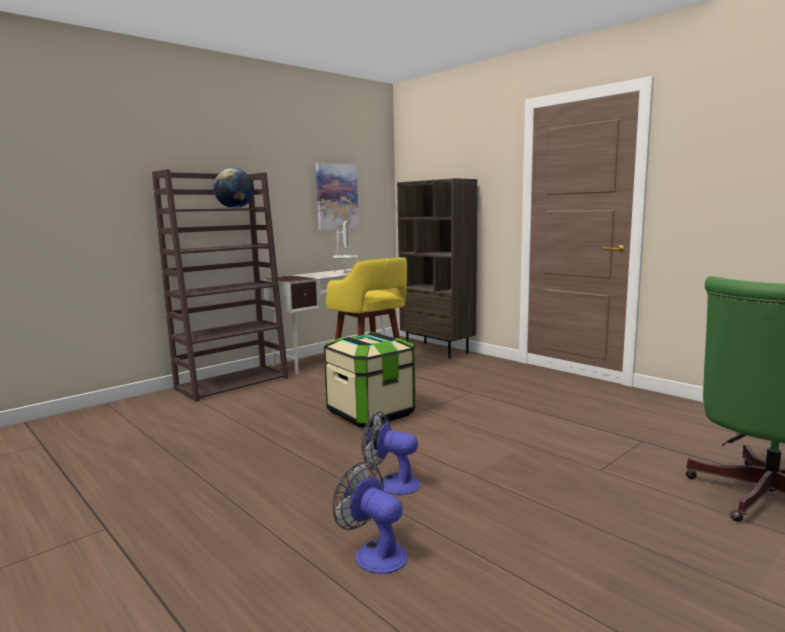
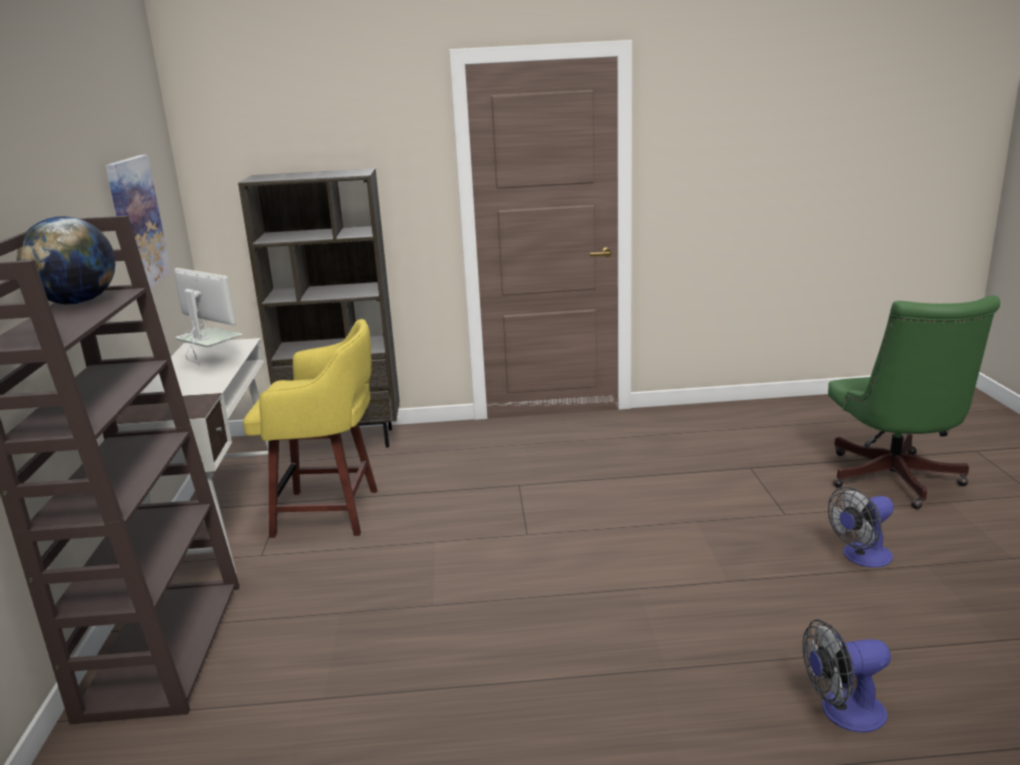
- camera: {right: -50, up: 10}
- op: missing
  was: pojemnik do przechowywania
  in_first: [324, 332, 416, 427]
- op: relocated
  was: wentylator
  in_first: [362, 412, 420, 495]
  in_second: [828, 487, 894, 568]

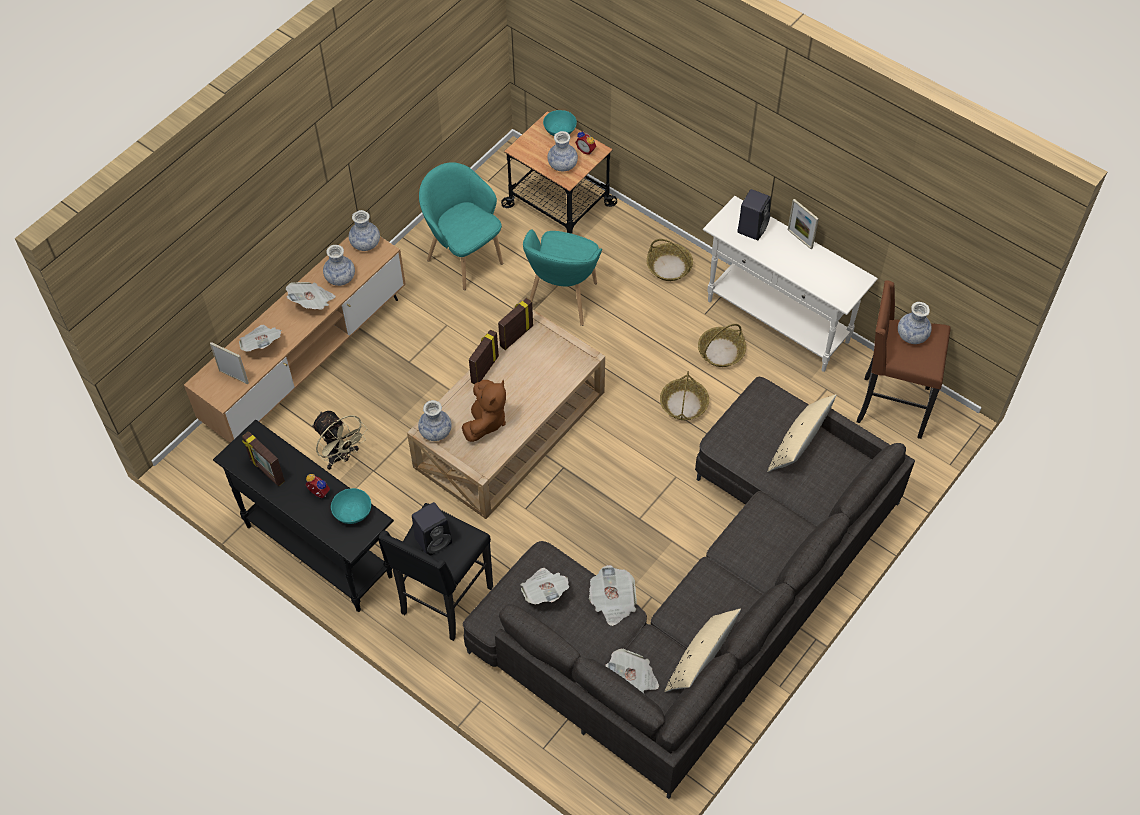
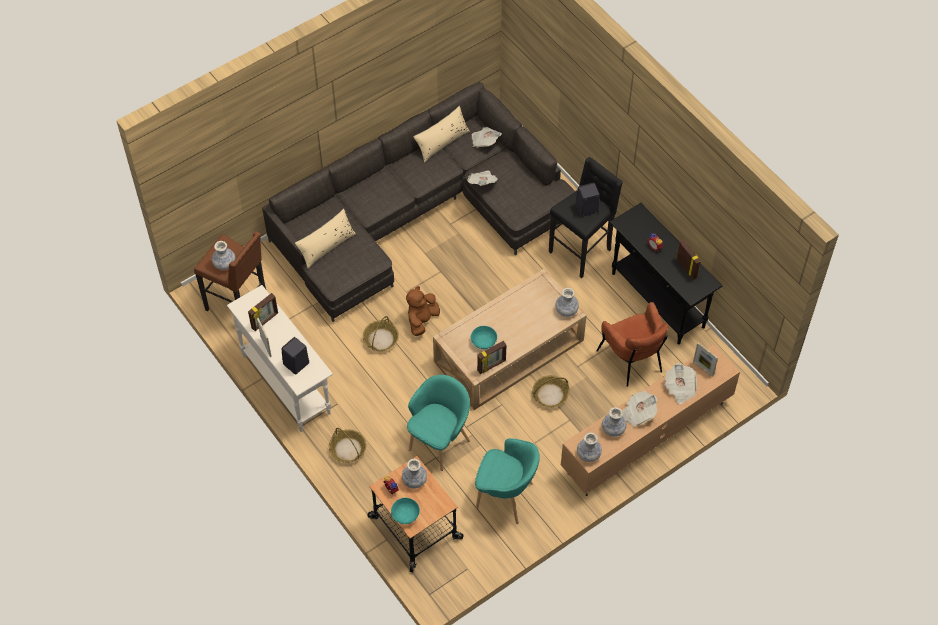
- camera: {right: -165, up: 0}
- op: missing
  was: gazeta
  in_first: [520, 568, 569, 604]
- op: relocated
  was: miska (turkusowy)
  in_first: [331, 488, 371, 524]
  in_second: [471, 326, 497, 349]
- op: relocated
  was: pluszak (brązowy)
  in_first: [462, 380, 506, 442]
  in_second: [406, 286, 440, 336]
- op: relocated
  was: ramka na zdjęcie
  in_first: [469, 329, 499, 385]
  in_second: [248, 293, 278, 331]
- op: relocated
  was: koszyk
  in_first: [698, 324, 746, 367]
  in_second: [532, 375, 569, 407]
- op: exchanged
  was: wentylator (beżowy)
  now: fotel (brązowy)
  in_first: [312, 411, 367, 470]
  in_second: [596, 302, 668, 387]
- op: spun
  was: fotel (turkusowy)
  in_first: [419, 162, 503, 290]
  in_second: [475, 438, 540, 524]
  clockwise: -45

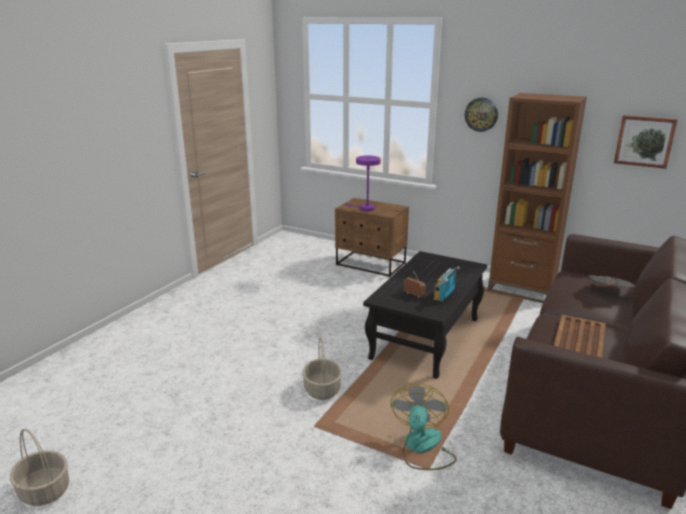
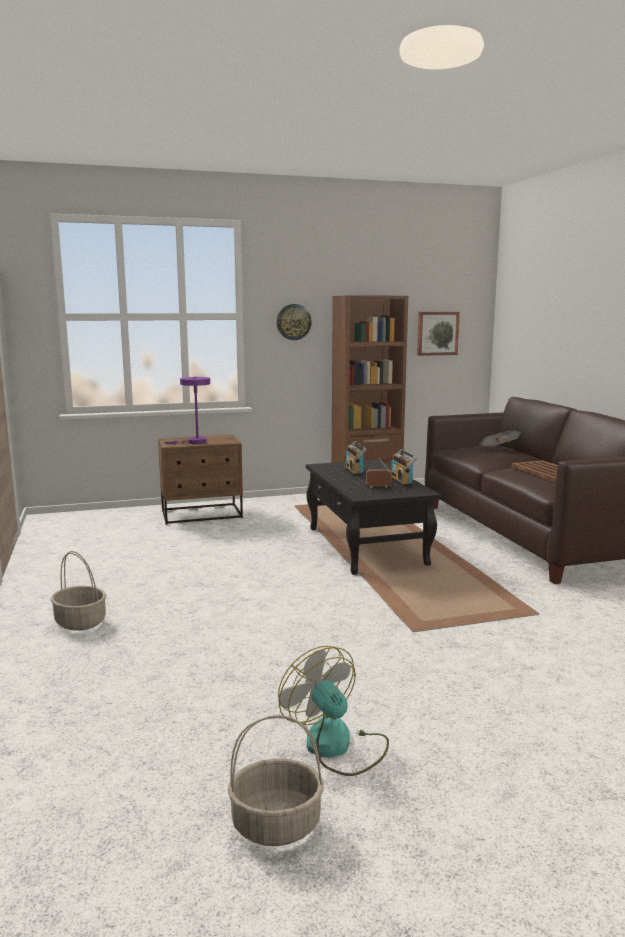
- camera: {right: -45, up: -10}
- op: appeared
  now: radio
  in_second: [345, 441, 367, 476]
- op: relocated
  was: koszyk
  in_first: [302, 337, 342, 400]
  in_second: [51, 551, 106, 631]
- op: relocated
  was: wentylator
  in_first: [391, 383, 457, 470]
  in_second: [278, 646, 389, 776]

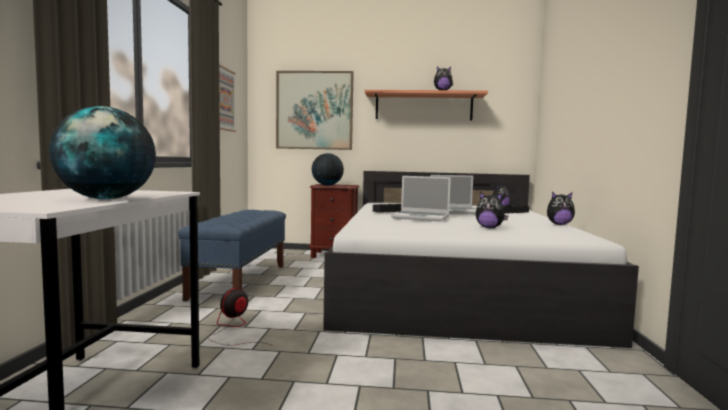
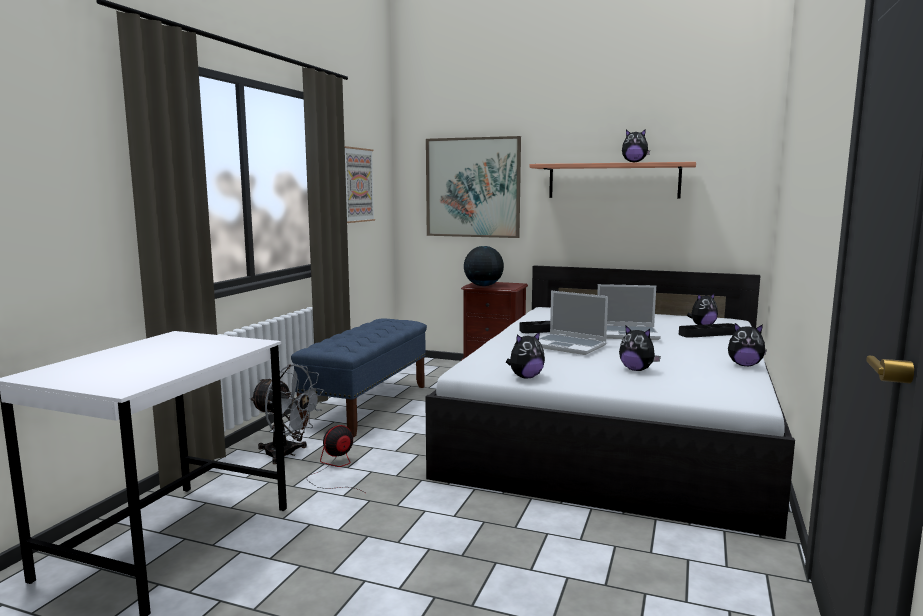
- camera: {right: 15, up: 5}
- op: missing
  was: globus
  in_first: [49, 106, 156, 199]
- op: appeared
  now: wentylator (szary)
  in_second: [250, 364, 324, 464]
- op: appeared
  now: pluszak
  in_second: [506, 332, 545, 378]

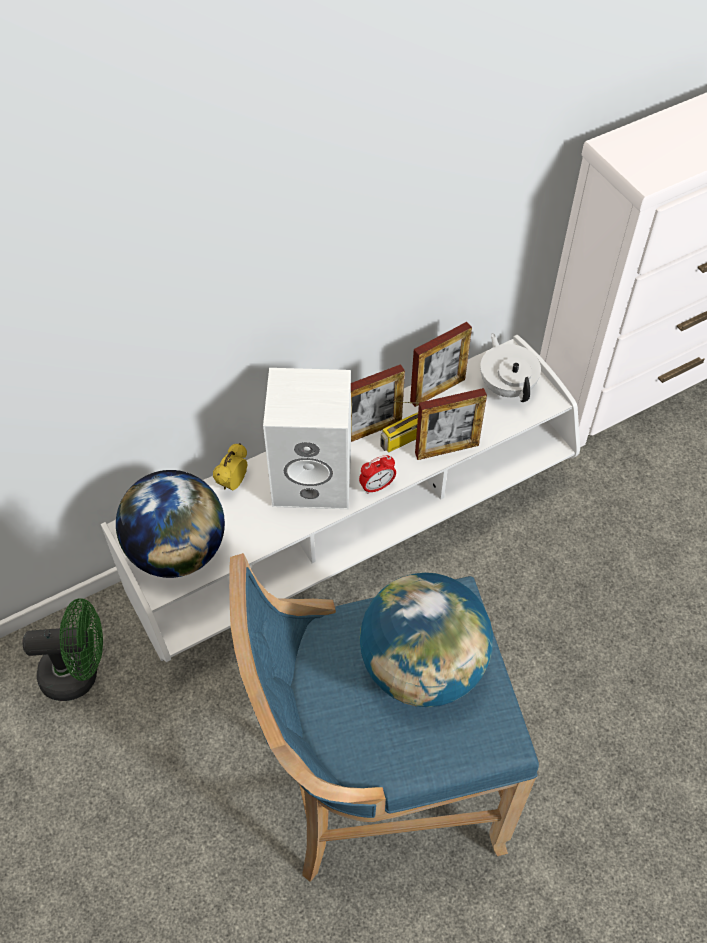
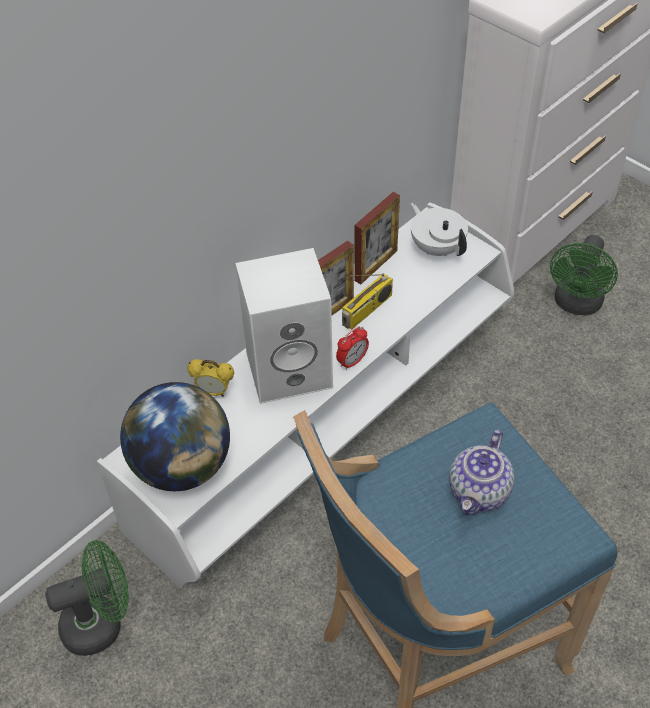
- camera: {right: -15, up: -5}
- op: missing
  was: ramka na zdjęcie
  in_first: [415, 388, 487, 460]
- op: appeared
  now: wentylator (zielony)
  in_second: [550, 235, 618, 315]
- op: exchanged
  was: globus
  now: imbryk
  in_first: [360, 573, 493, 707]
  in_second: [449, 429, 514, 515]
- op: spun
  was: budzik
  in_first: [213, 443, 248, 491]
  in_second: [187, 359, 234, 397]
  clockwise: -90

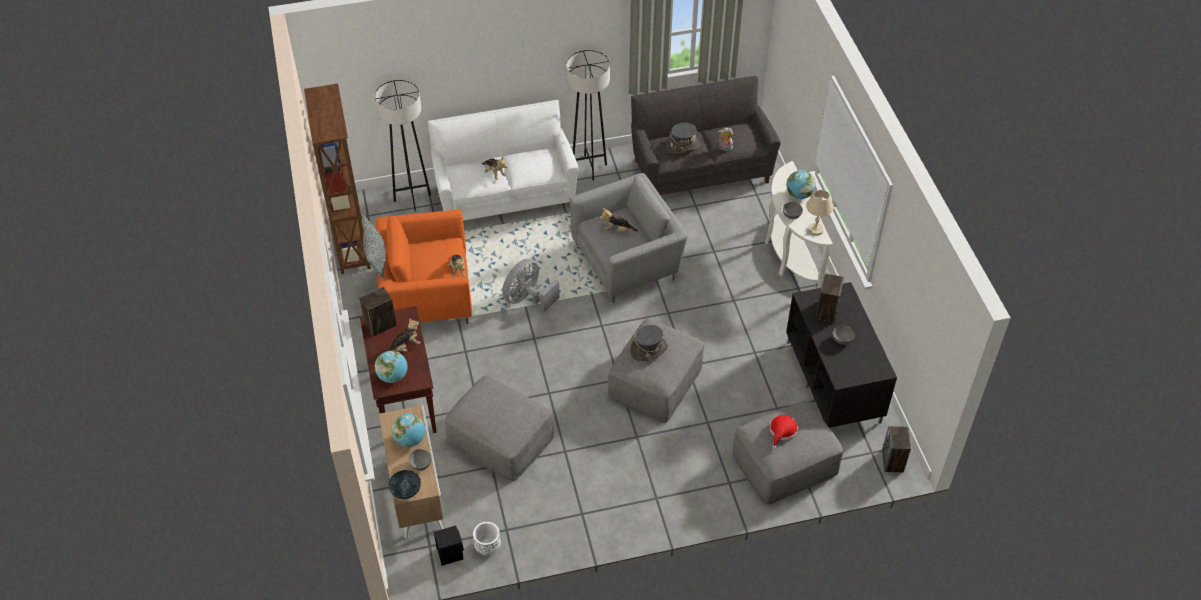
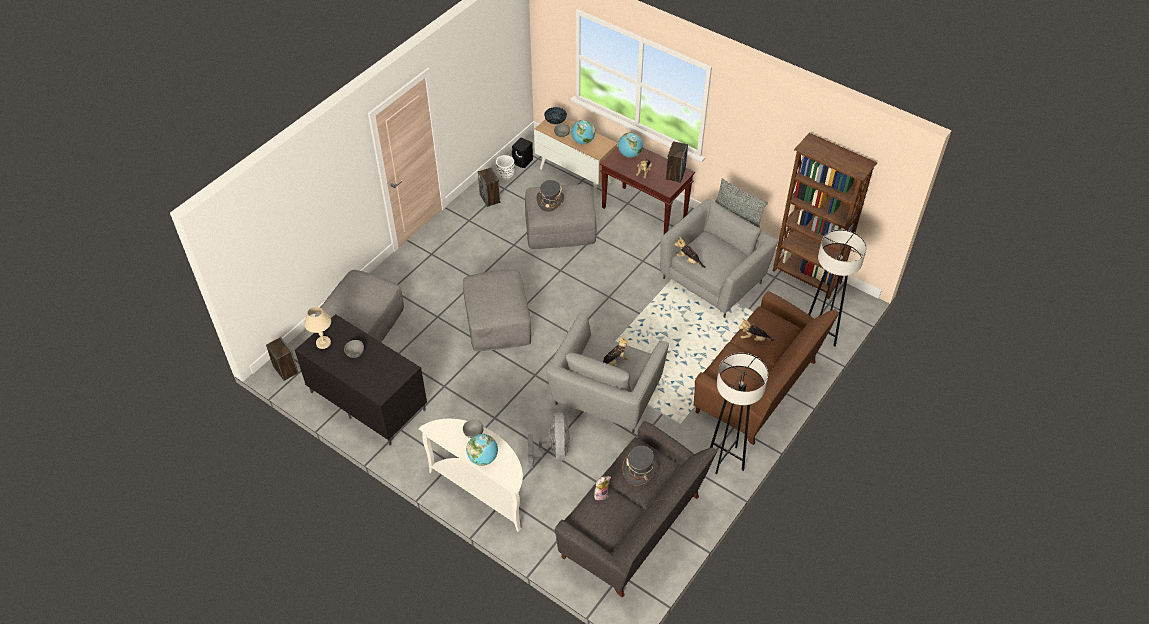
- camera: {right: 140, up: 0}
- op: missing
  was: kapelusz (czerwony)
  in_first: [770, 415, 798, 450]
- op: relocated
  was: wentylator (szary)
  in_first: [502, 259, 560, 312]
  in_second: [528, 412, 570, 468]
- op: relocated
  was: kapelusz (szary)
  in_first: [630, 325, 668, 362]
  in_second: [537, 180, 564, 212]
- op: relocated
  was: lampa stołowa (beżowy)
  in_first: [806, 190, 834, 236]
  in_second: [304, 306, 331, 349]
- op: relocated
  was: głośnik
  in_first: [816, 273, 844, 323]
  in_second: [478, 168, 500, 207]
- op: colour
  was: fotel (pomarańczowy)
  now: fotel (szary)
  in_first: [376, 209, 472, 324]
  in_second: [660, 199, 778, 318]
- op: colour
  was: kanapa (biały)
  now: kanapa (brązowy)
  in_first: [428, 100, 579, 221]
  in_second: [694, 291, 839, 445]

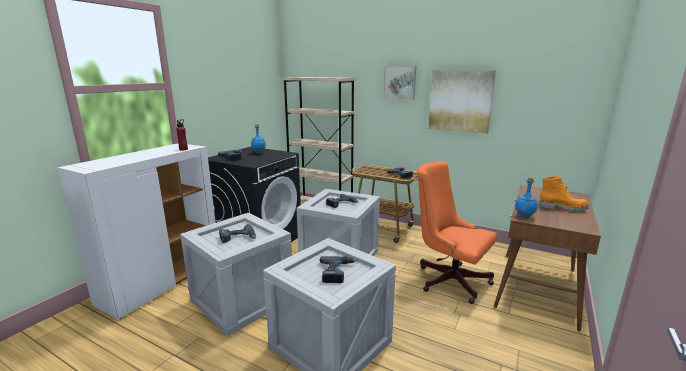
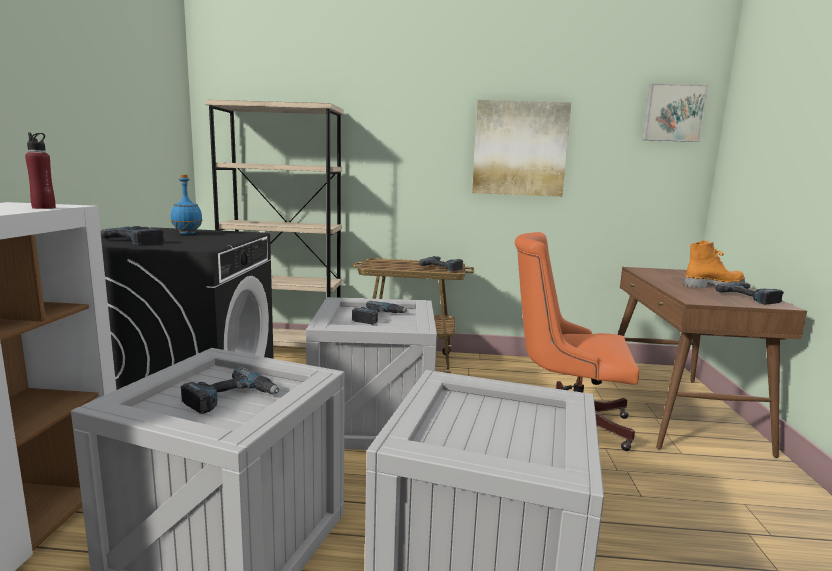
- camera: {right: -25, up: -5}
- op: missing
  was: butelka (niebieski)
  in_first: [515, 177, 538, 218]
- op: relocated
  was: wiertarka
  in_first: [320, 256, 357, 283]
  in_second: [715, 282, 784, 304]
- op: relocated
  was: obraz
  in_first: [383, 66, 416, 100]
  in_second: [642, 83, 708, 142]

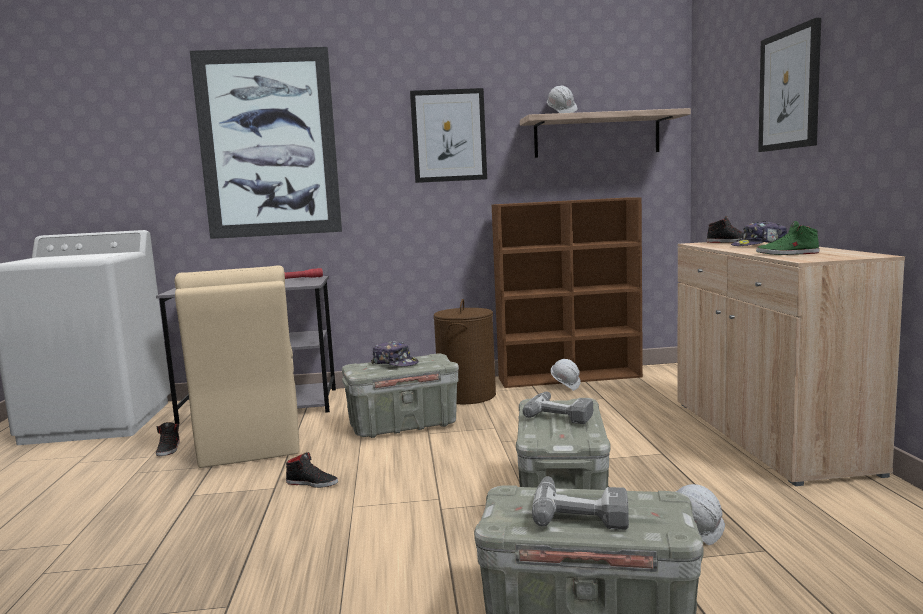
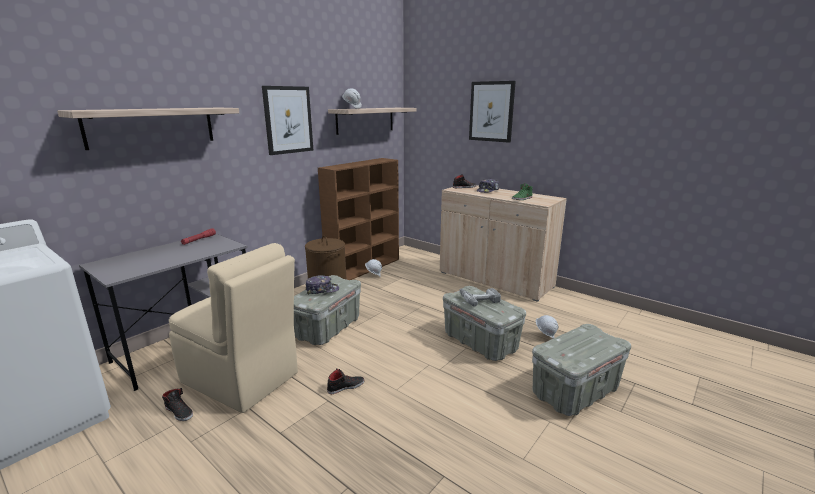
- camera: {right: -45, up: 10}
- op: missing
  was: wiertarka
  in_first: [532, 476, 629, 530]
- op: exchanged
  was: obraz
  now: półka
  in_first: [190, 47, 342, 239]
  in_second: [57, 108, 239, 150]

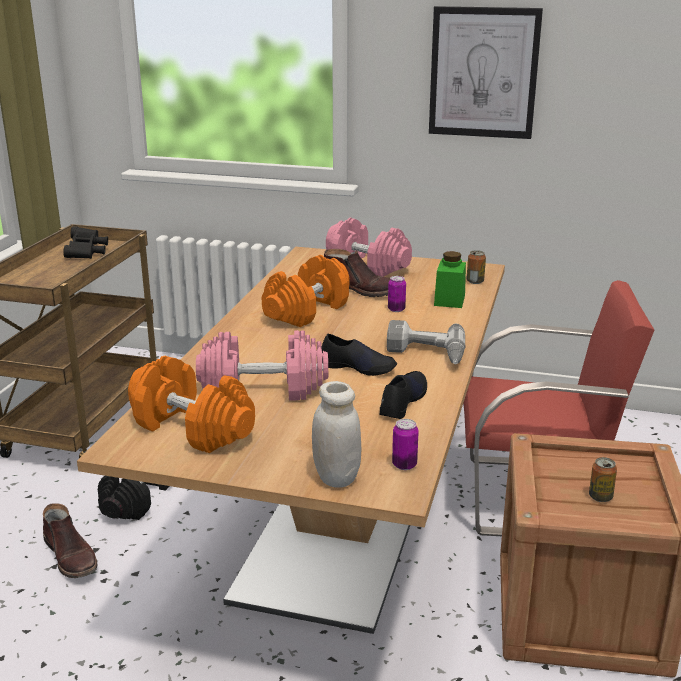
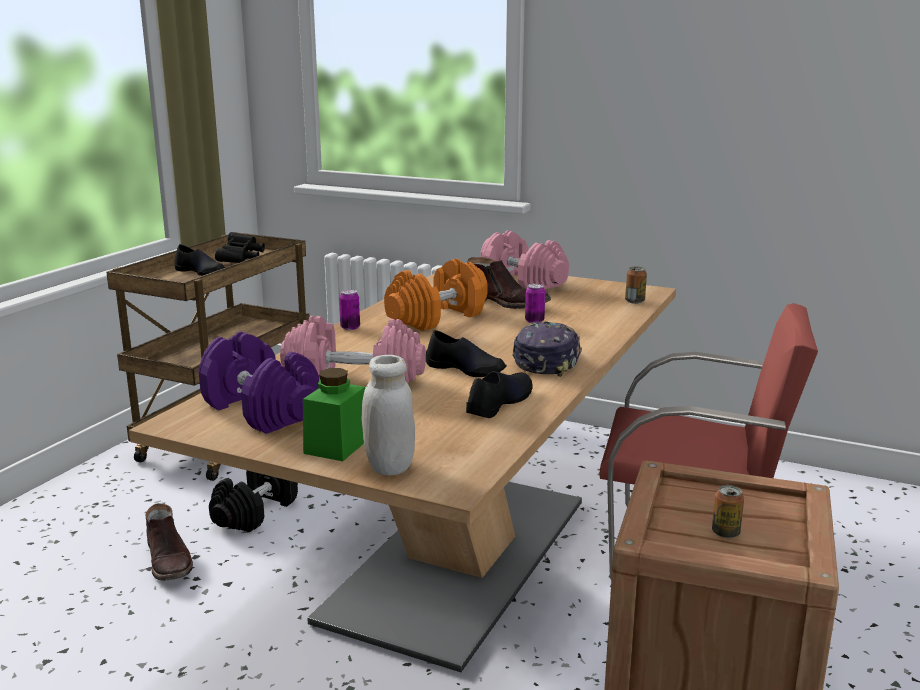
- camera: {right: 10, up: -5}
- op: missing
  was: obraz
  in_first: [429, 6, 543, 139]
- op: appeared
  now: but (czarny)
  in_second: [174, 244, 225, 276]
- op: relocated
  was: puszka
  in_first: [392, 419, 419, 470]
  in_second: [339, 289, 360, 330]
- op: relocated
  was: słoik (zielony)
  in_first: [434, 251, 466, 308]
  in_second: [303, 368, 365, 461]
- op: exchanged
  was: wiertarka
  now: czapka z daszkiem
  in_first: [387, 320, 466, 364]
  in_second: [513, 321, 582, 377]
- op: colour
  was: hantel (pomarańczowy)
  now: hantel (fioletowy)
  in_first: [128, 356, 255, 453]
  in_second: [198, 332, 319, 434]

